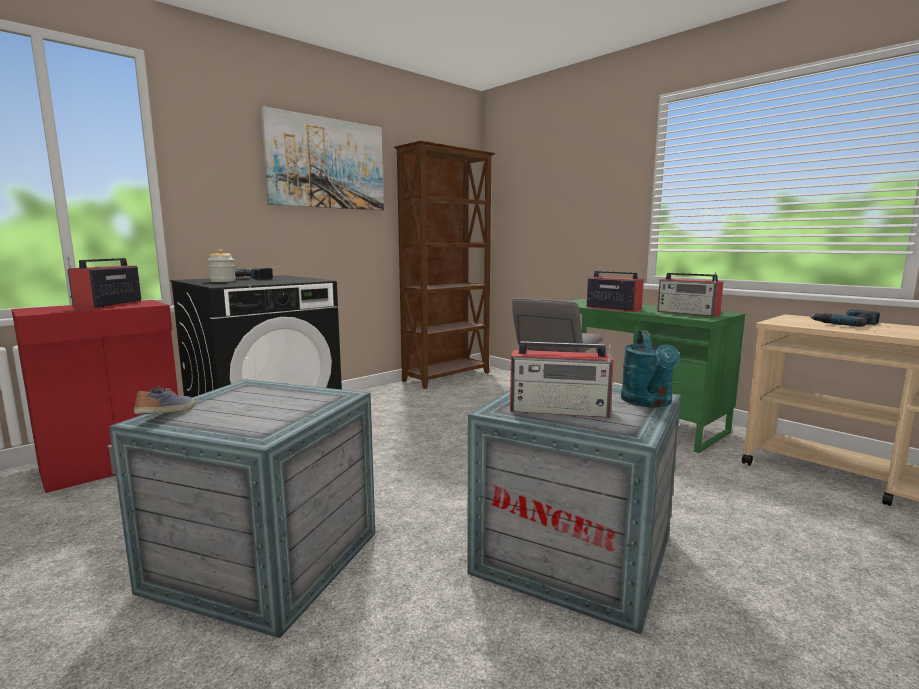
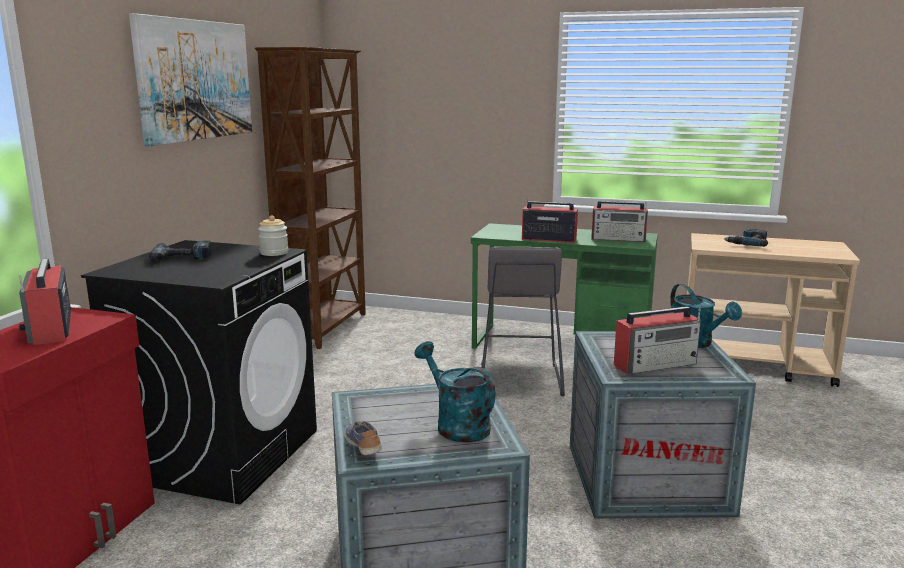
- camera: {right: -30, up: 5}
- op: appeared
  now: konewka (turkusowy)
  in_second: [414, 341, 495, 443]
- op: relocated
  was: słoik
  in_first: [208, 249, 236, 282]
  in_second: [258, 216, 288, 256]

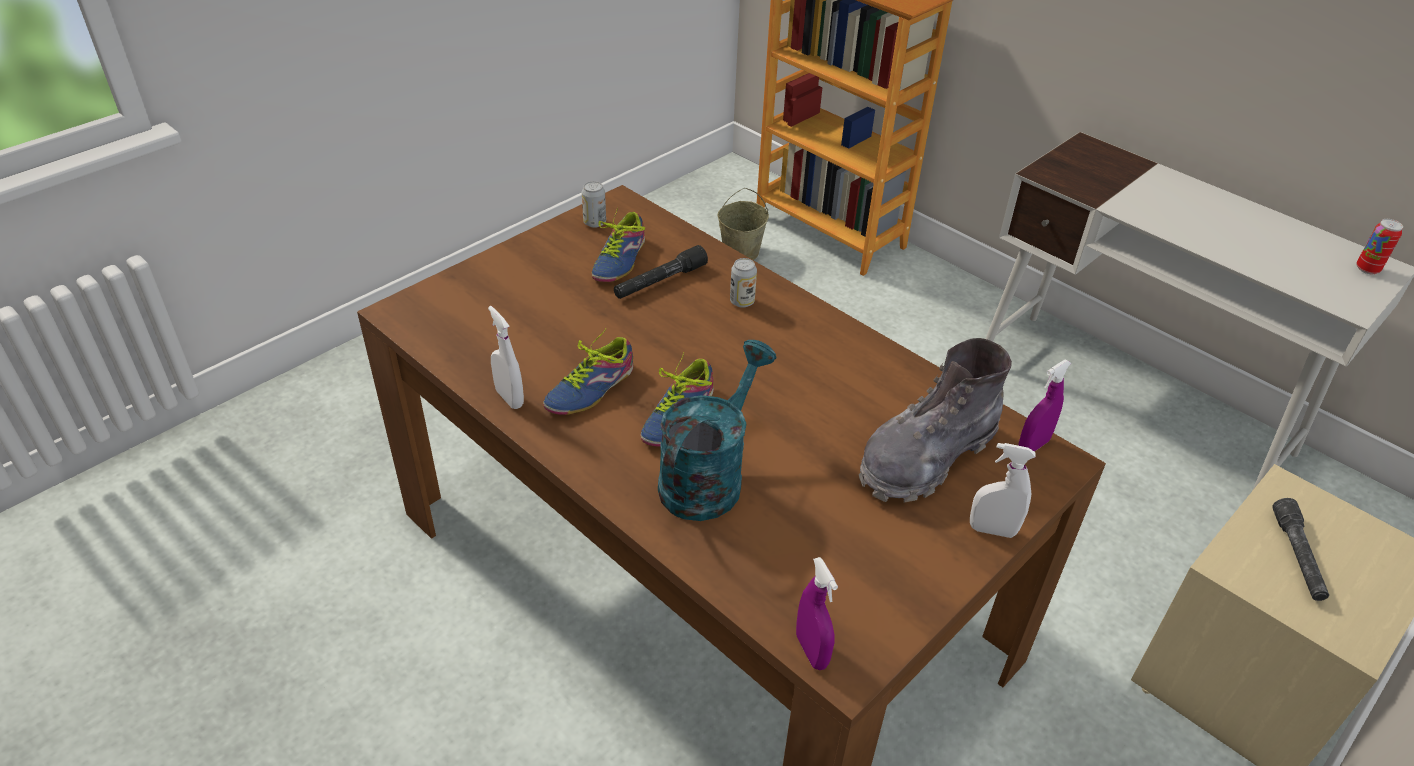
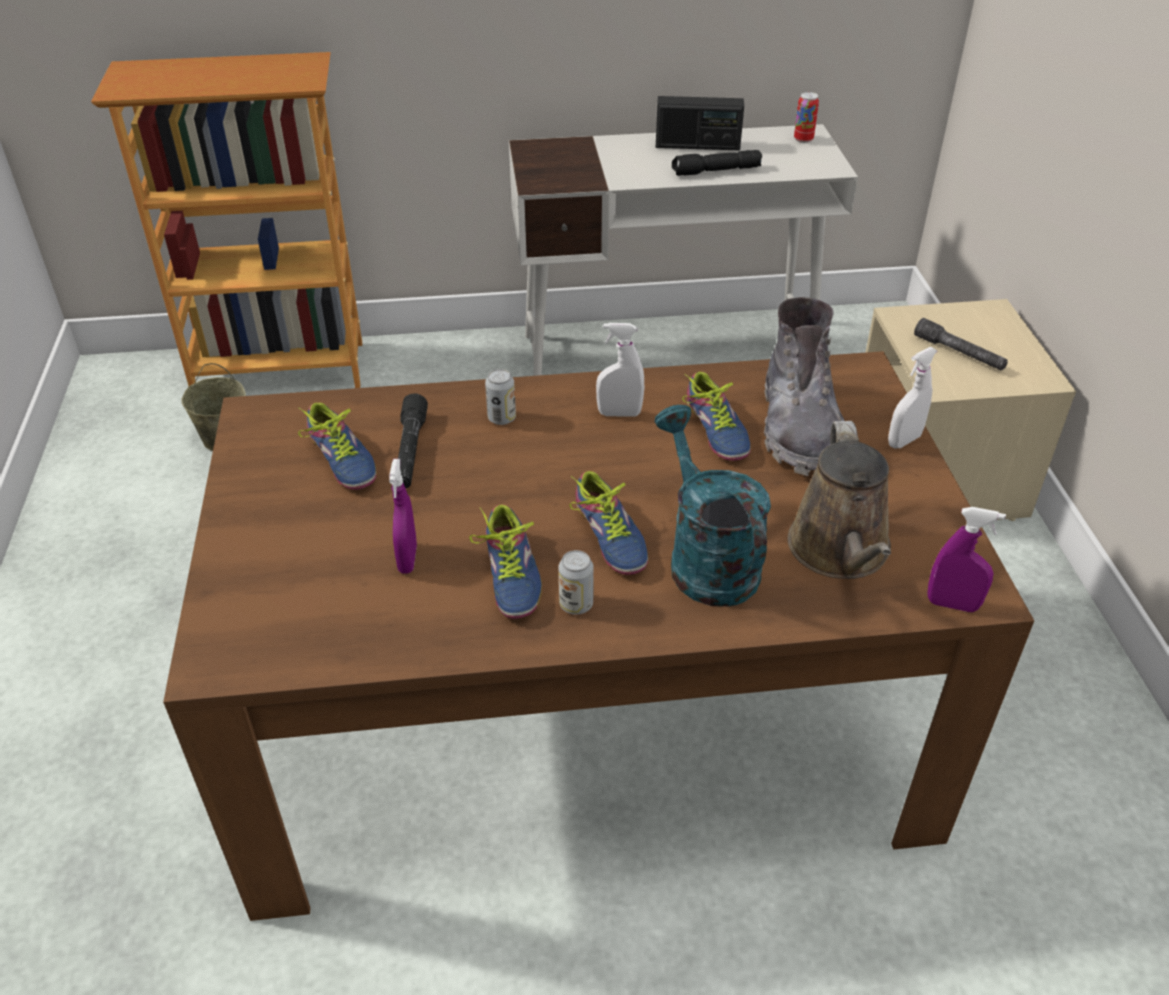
- camera: {right: -50, up: 0}
- op: appeared
  now: radio
  in_second: [656, 96, 744, 150]
- op: appeared
  now: latarka (czarny)
  in_second: [672, 150, 762, 176]
- op: appeared
  now: but
  in_second: [682, 372, 751, 461]
- op: appeared
  now: konewka (brązowy)
  in_second: [788, 421, 891, 579]
- op: relocated
  was: spryskiwacz (biały)
  in_first: [488, 306, 524, 409]
  in_second: [596, 323, 644, 417]
- op: relocated
  was: puszka
  in_first: [582, 181, 606, 228]
  in_second: [559, 550, 594, 615]
- op: relocated
  was: spryskiwacz (fioletowy)
  in_first: [1018, 360, 1071, 452]
  in_second: [389, 459, 417, 574]

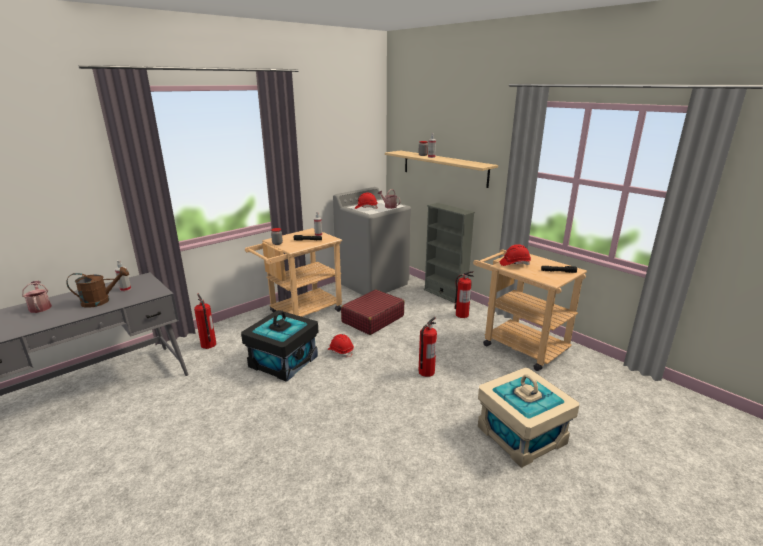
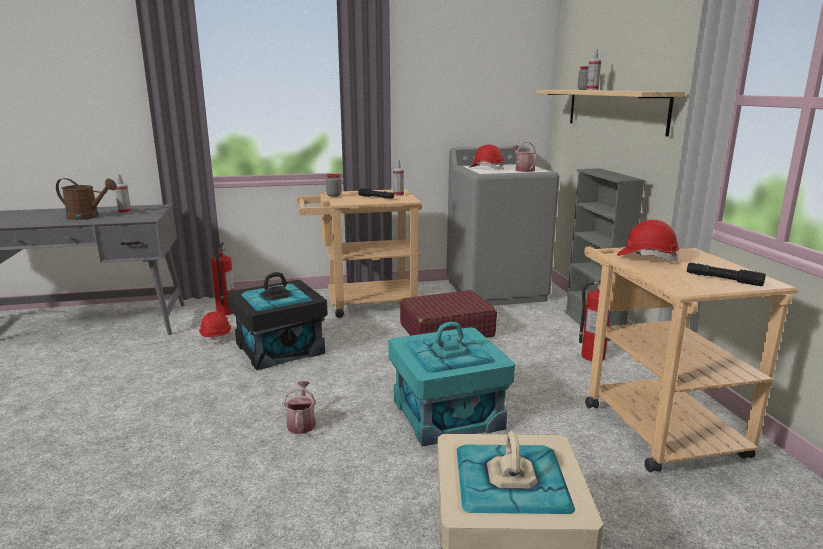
- camera: {right: 30, up: -5}
- op: relocated
  was: konewka
  in_first: [22, 281, 52, 313]
  in_second: [284, 381, 316, 434]
- op: relocated
  was: kask (czerwony)
  in_first: [328, 334, 354, 357]
  in_second: [199, 311, 231, 345]
- op: exchanged
  was: gaśnica
  now: pojemnik do przechowywania (turkusowy)
  in_first: [419, 317, 437, 377]
  in_second: [388, 322, 515, 447]

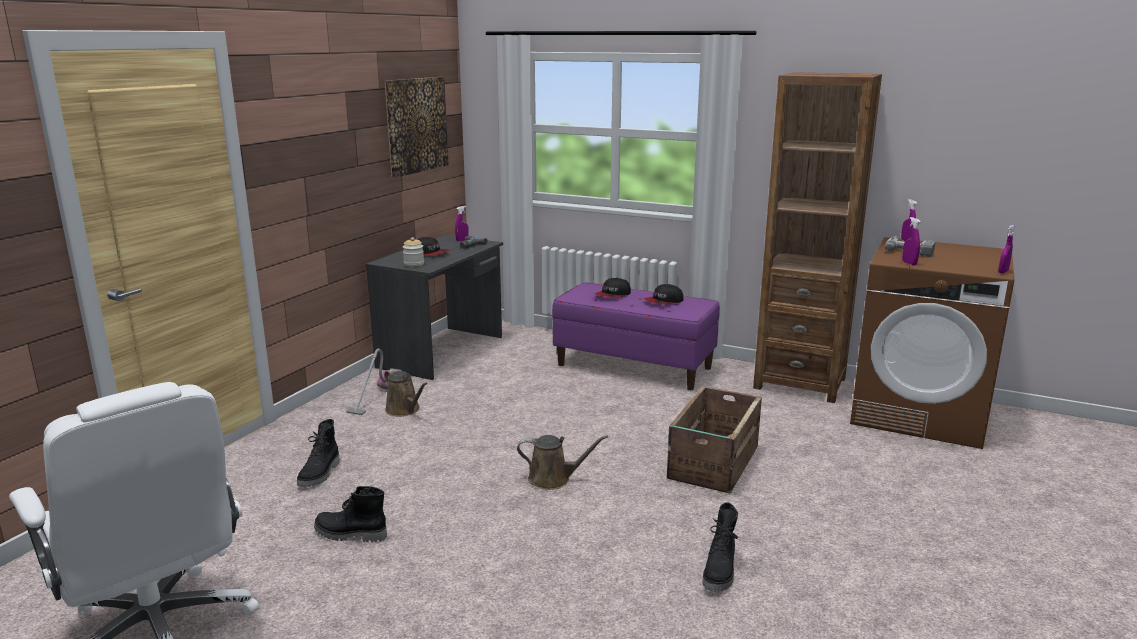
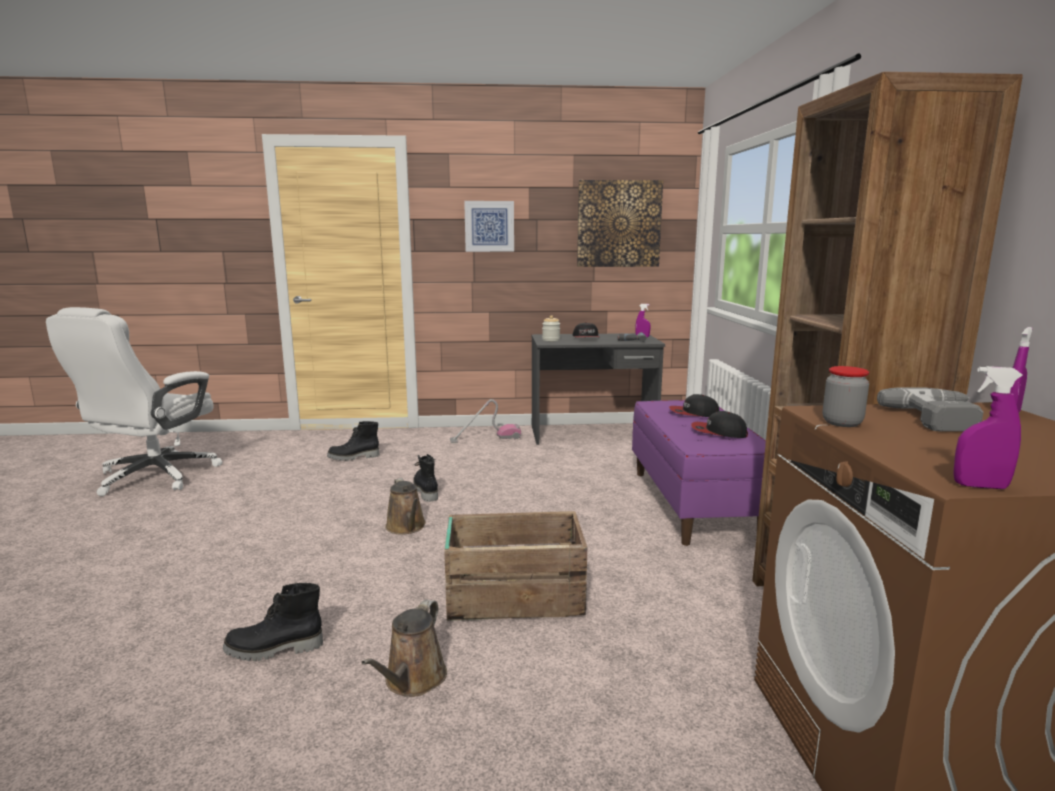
- camera: {right: 60, up: -5}
- op: appeared
  now: obraz
  in_second: [464, 201, 514, 252]
- op: relocated
  was: but z cholewką (czarny)
  in_first: [314, 486, 387, 542]
  in_second: [413, 454, 438, 502]
- op: relocated
  was: konewka (brązowy)
  in_first: [385, 369, 427, 416]
  in_second: [361, 600, 447, 697]
- op: exchanged
  was: spryskiwacz (fioletowy)
  now: słoik
  in_first: [902, 217, 920, 266]
  in_second: [823, 366, 869, 427]

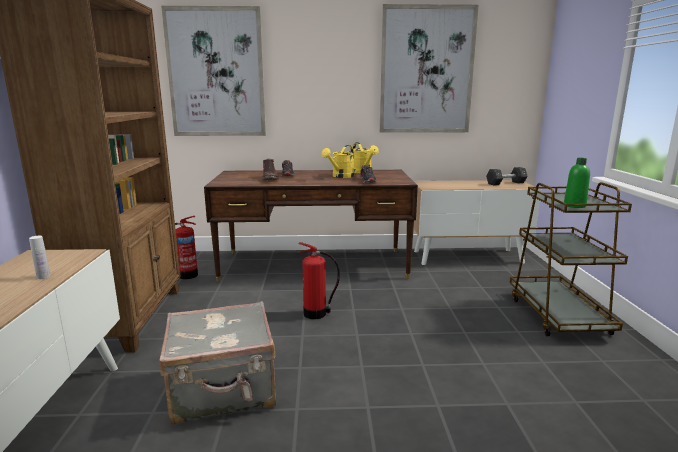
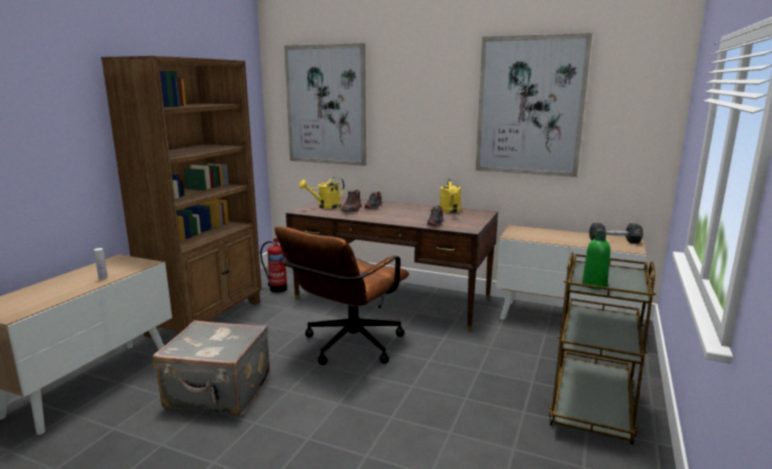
- camera: {right: 25, up: 0}
- op: relocated
  was: konewka (żółty)
  in_first: [322, 145, 354, 178]
  in_second: [299, 177, 344, 209]
- op: exchanged
  was: gaśnica
  now: krzesło biurowe (brązowy)
  in_first: [299, 242, 340, 319]
  in_second: [275, 226, 409, 365]

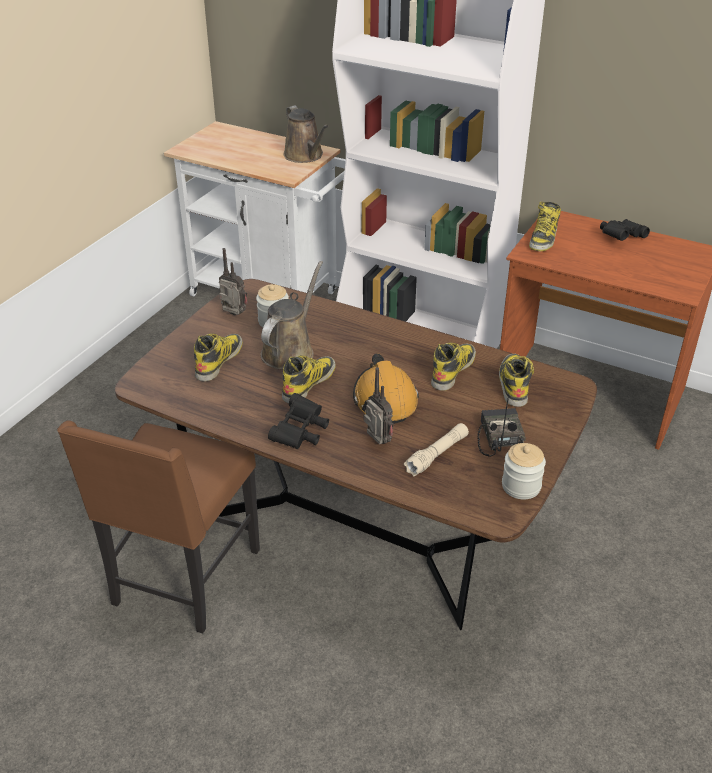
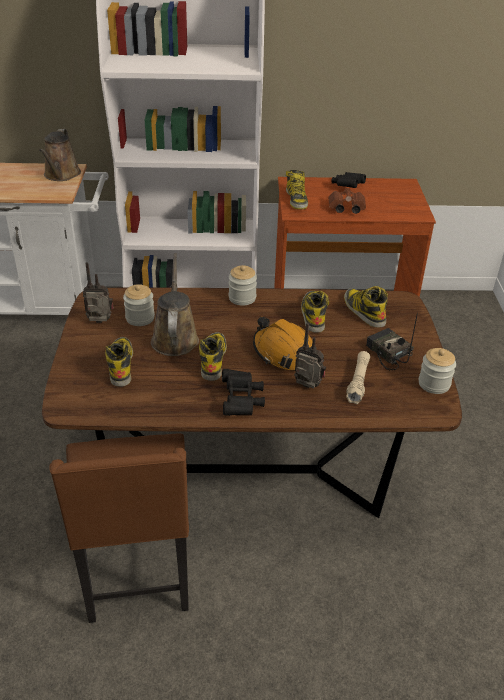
- camera: {right: -30, up: 0}
- op: appeared
  now: słoik
  in_second: [229, 265, 257, 306]
- op: appeared
  now: lornetka (brązowy)
  in_second: [328, 188, 366, 214]
- op: spun
  was: konewka (brązowy)
  in_first: [284, 105, 329, 163]
  in_second: [39, 129, 81, 181]
  clockwise: 60

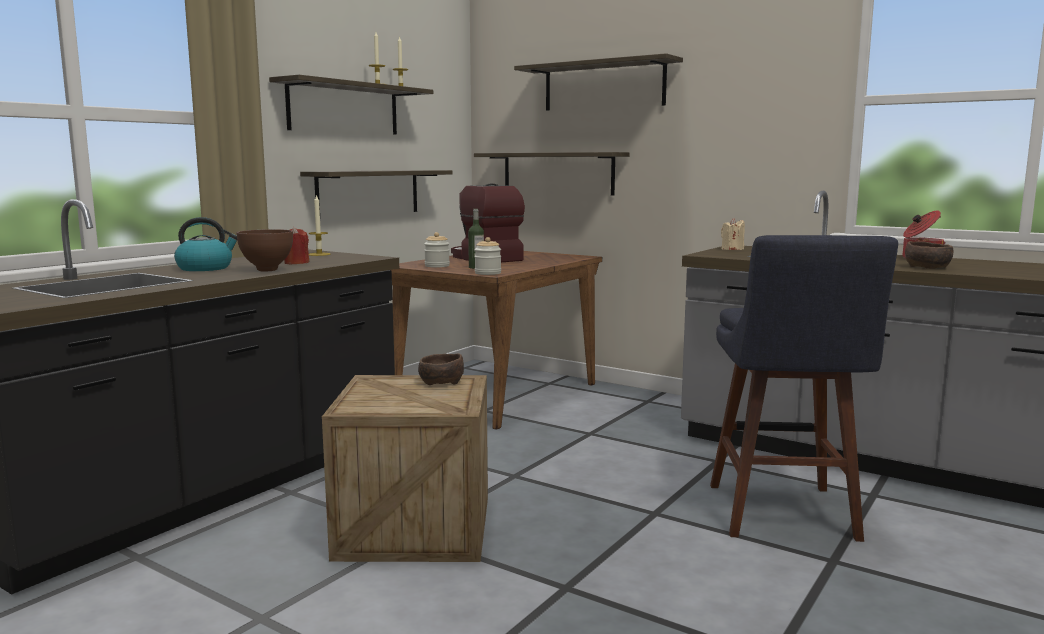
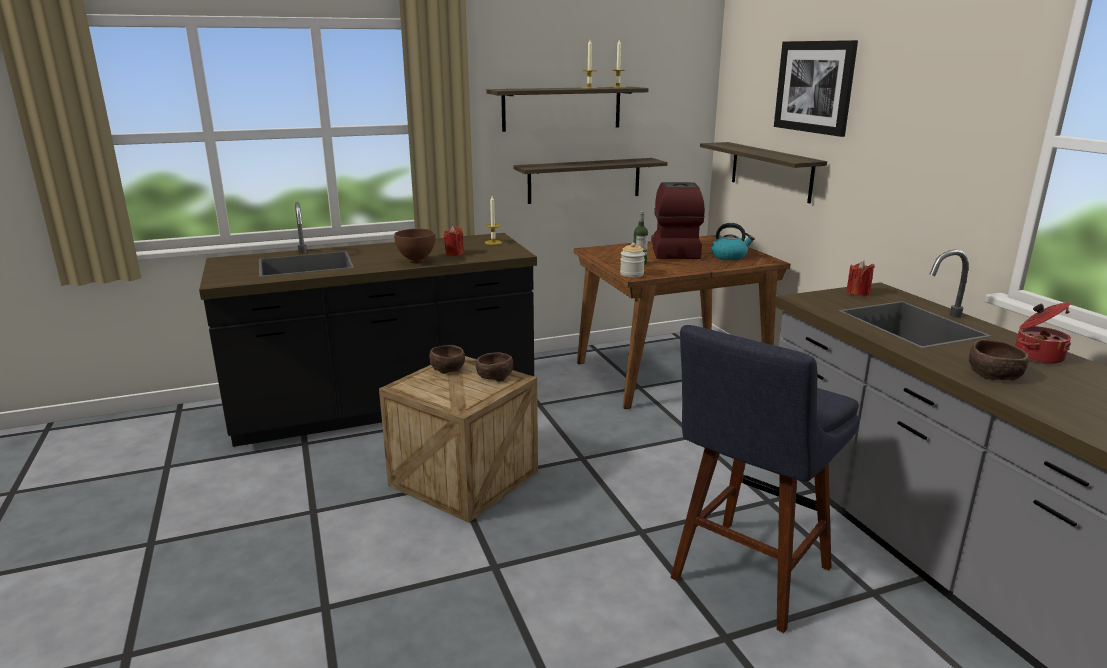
- camera: {right: 35, up: 10}
- op: missing
  was: słoik
  in_first: [424, 232, 450, 268]
- op: appeared
  now: miska (brązowy)
  in_second: [429, 345, 465, 374]
- op: relocated
  was: czajnik
  in_first: [174, 217, 237, 271]
  in_second: [711, 223, 755, 260]
- op: exchanged
  was: półka
  now: obraz
  in_first: [514, 53, 683, 111]
  in_second: [774, 40, 858, 137]
- op: colour
  was: świeca (beżowy)
  now: świeca (czerwony)
  in_first: [721, 218, 745, 250]
  in_second: [846, 261, 875, 296]

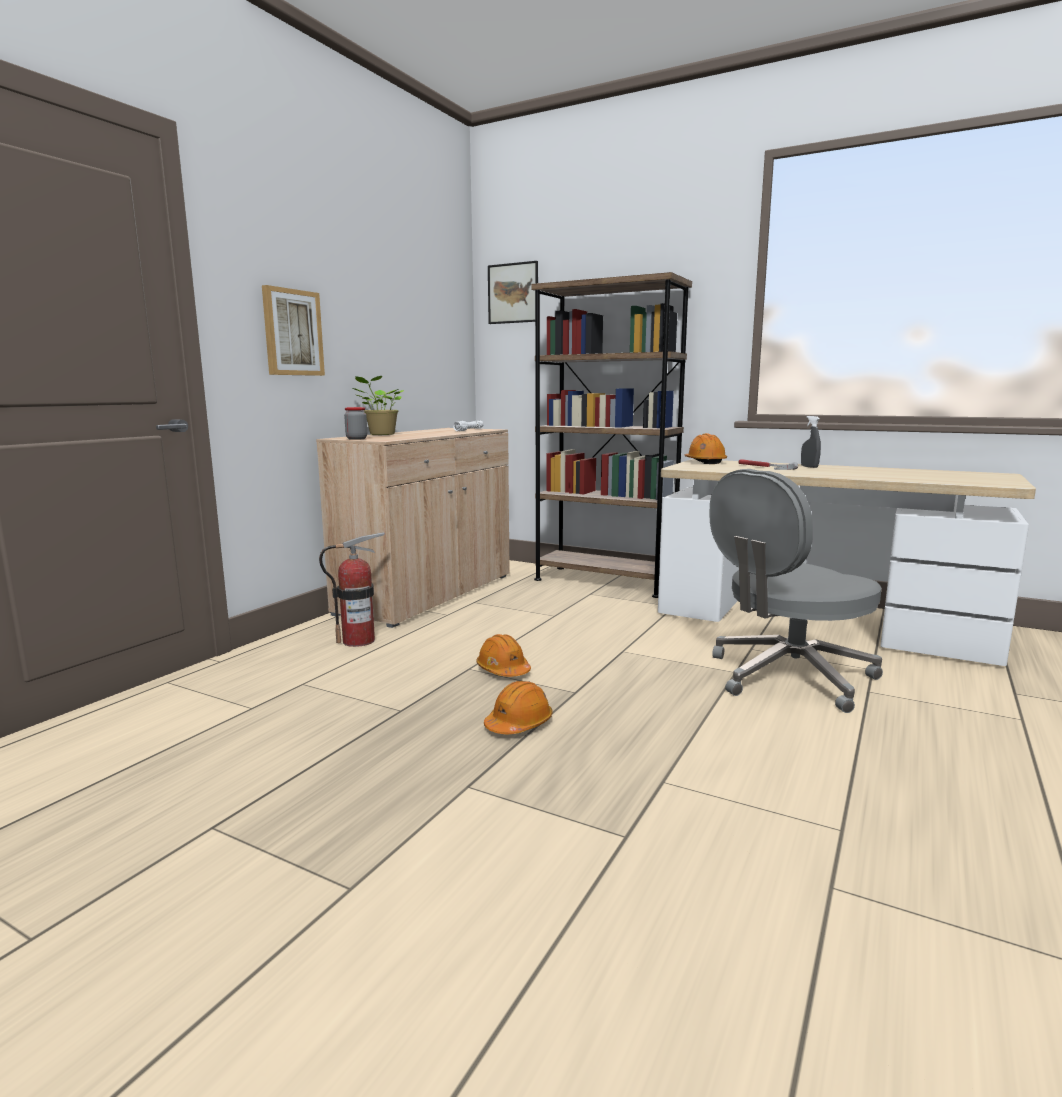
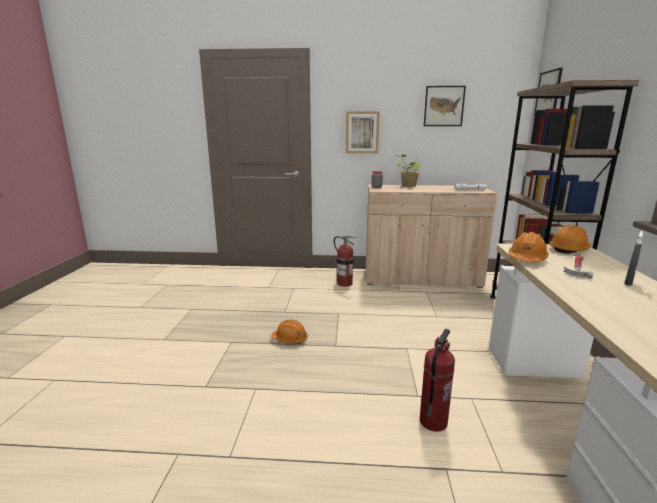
- camera: {right: 65, up: 5}
- op: appeared
  now: obraz
  in_second: [424, 86, 466, 126]
- op: relocated
  was: kask (pomarańczowy)
  in_first: [476, 634, 531, 677]
  in_second: [509, 232, 549, 262]
- op: exchanged
  was: krzesło biurowe (szary)
  now: gaśnica
  in_first: [710, 469, 883, 713]
  in_second: [420, 329, 455, 432]

